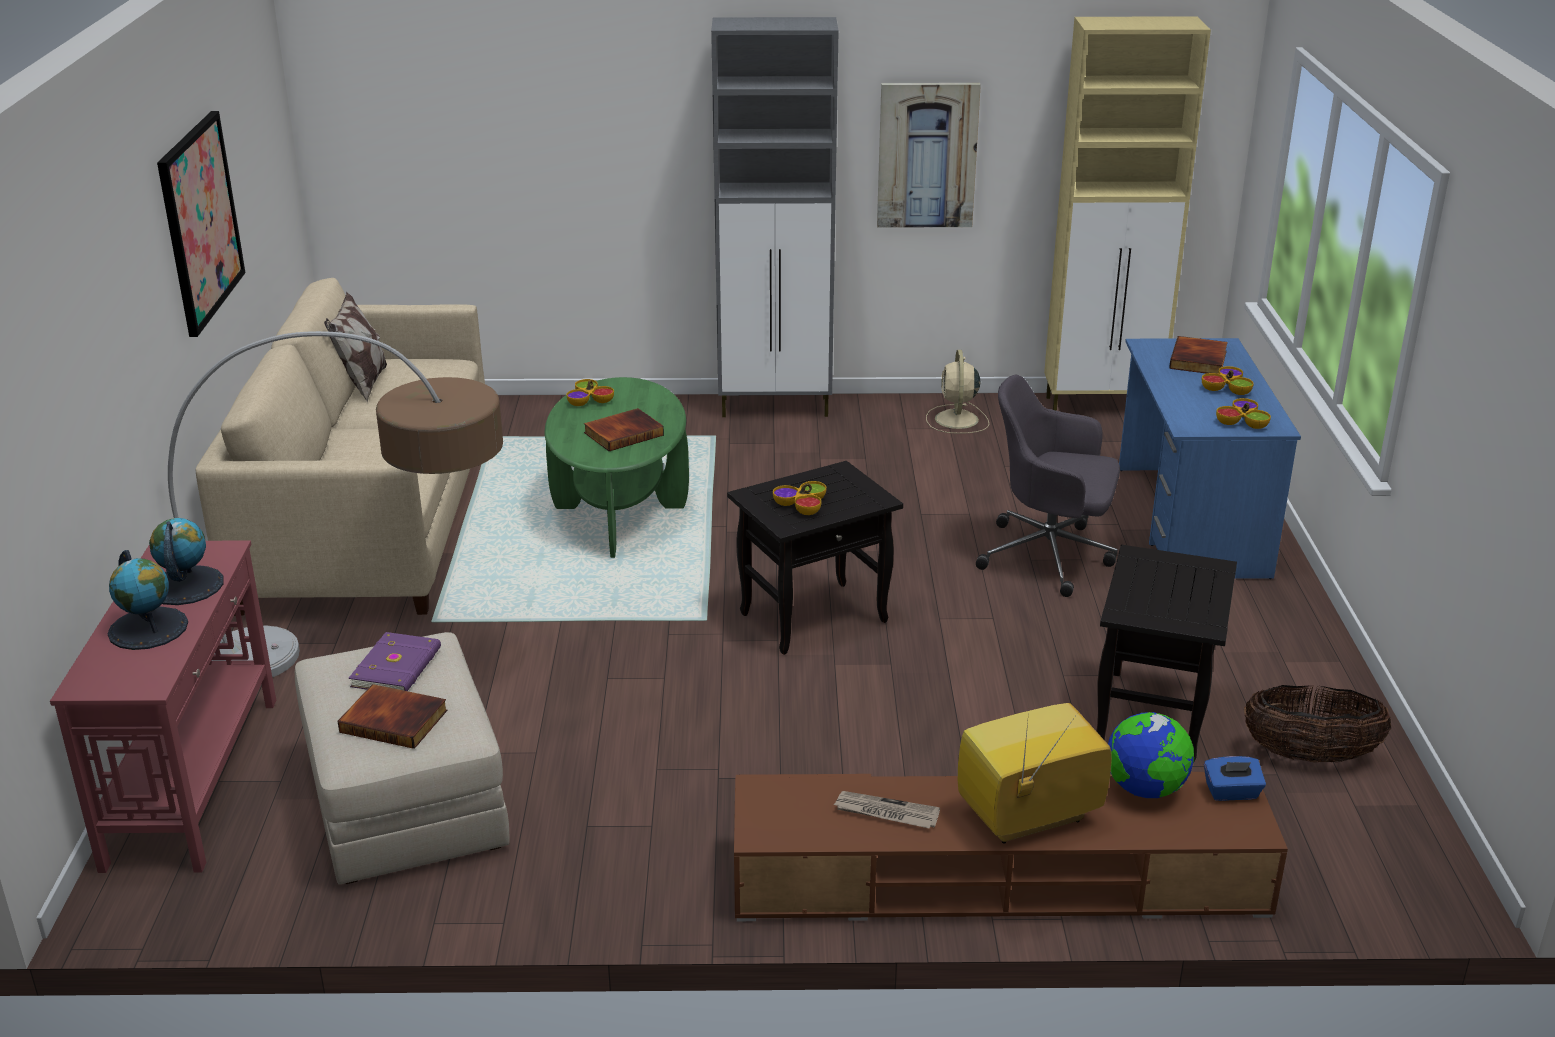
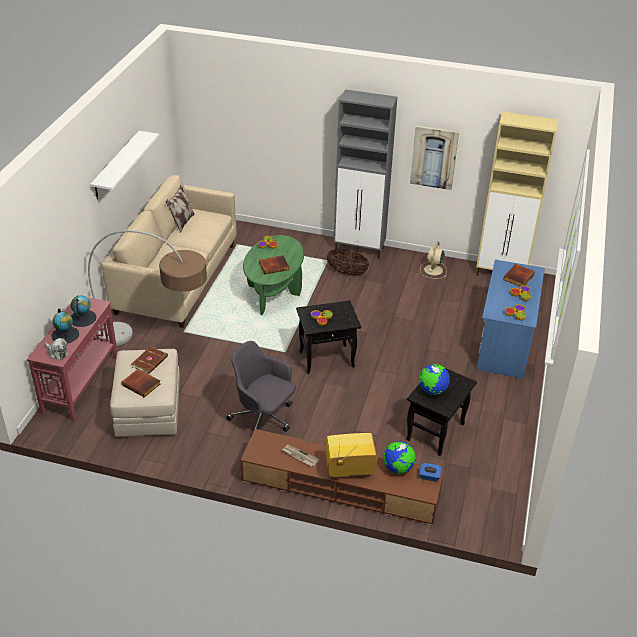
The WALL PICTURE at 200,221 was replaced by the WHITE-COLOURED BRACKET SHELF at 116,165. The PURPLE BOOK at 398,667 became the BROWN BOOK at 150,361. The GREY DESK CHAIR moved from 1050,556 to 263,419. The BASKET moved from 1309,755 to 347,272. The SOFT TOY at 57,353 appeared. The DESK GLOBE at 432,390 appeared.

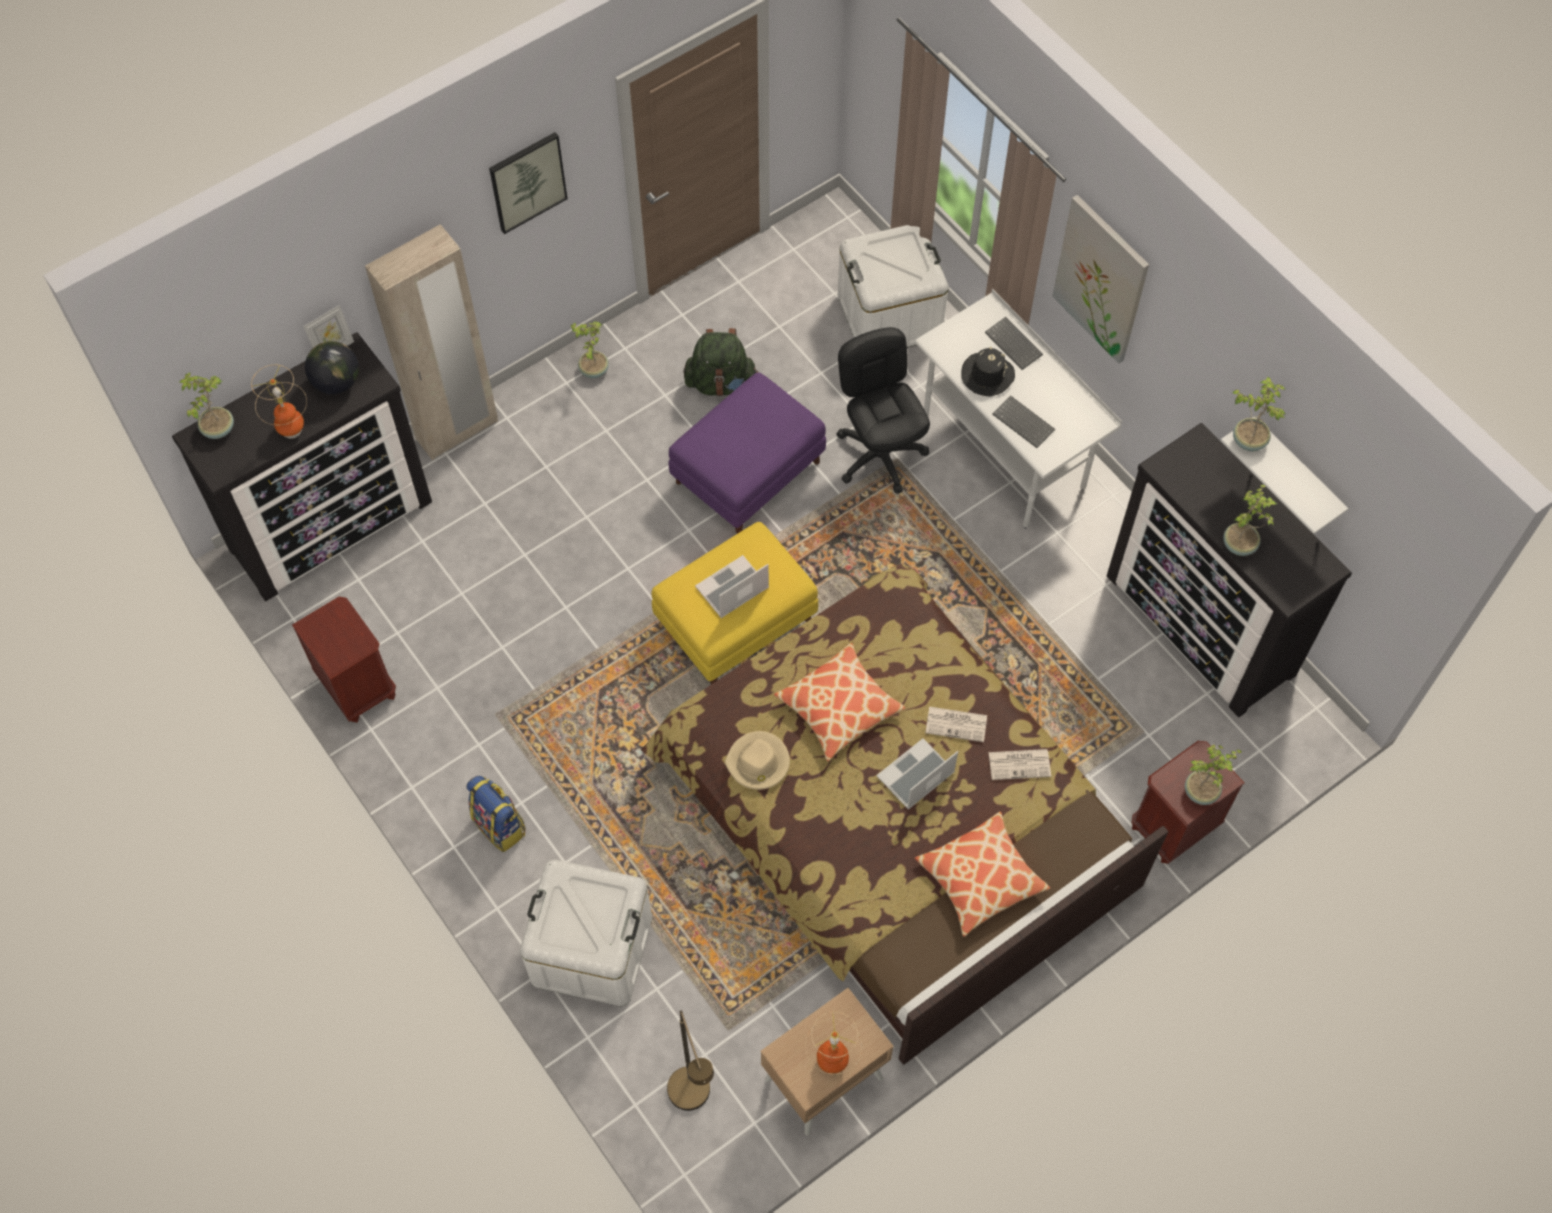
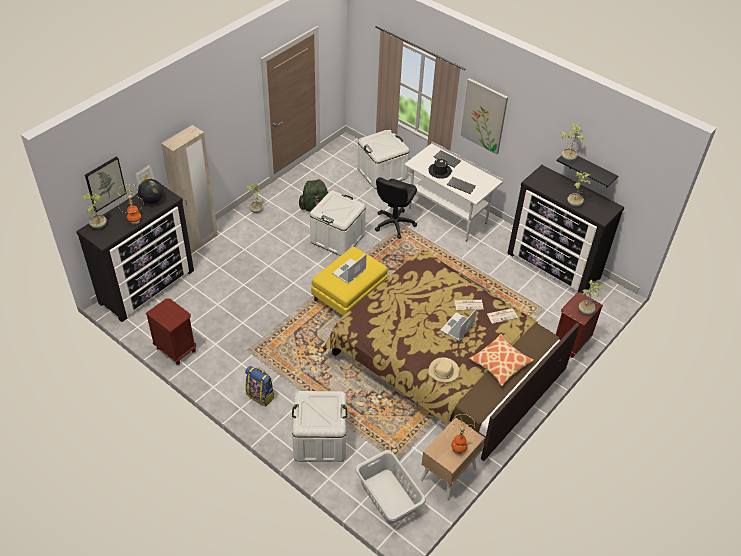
The WALL PICTURE moved from 527,181 to 105,183. The BROWN STANDING LAMP at 694,1100 was replaced by the GREY HAMPER at 389,496. The PURPLE POUFFE at 748,471 was replaced by the WHITE-COLOURED STORAGE BIN at 337,238. The BEIGE-COLOURED CLOTHING HAT moved from 758,763 to 443,371. The PILLOW at 839,707 disappeared. The BLACK-COLOURED DESK CHAIR at 880,455 turned 120 degrees counterclockwise. The WHITE-COLOURED BRACKET SHELF at 1296,473 became the BLACK-COLOURED BRACKET SHELF at 590,170.

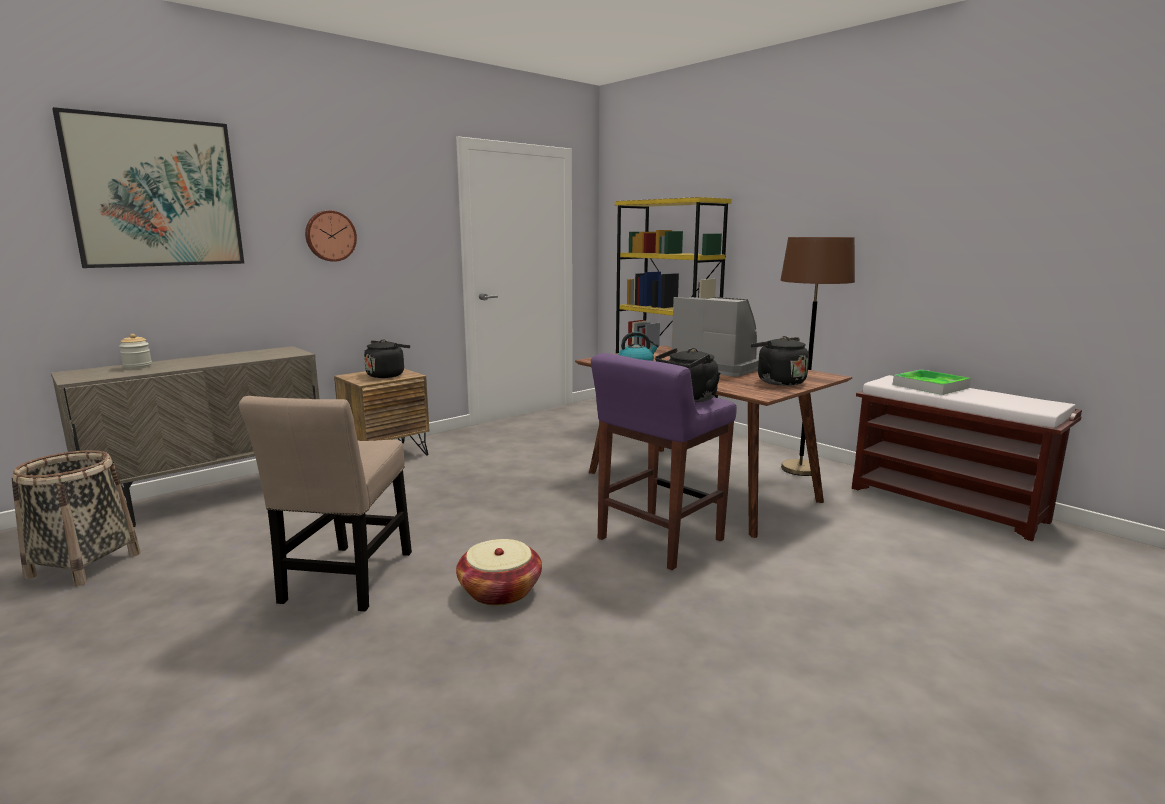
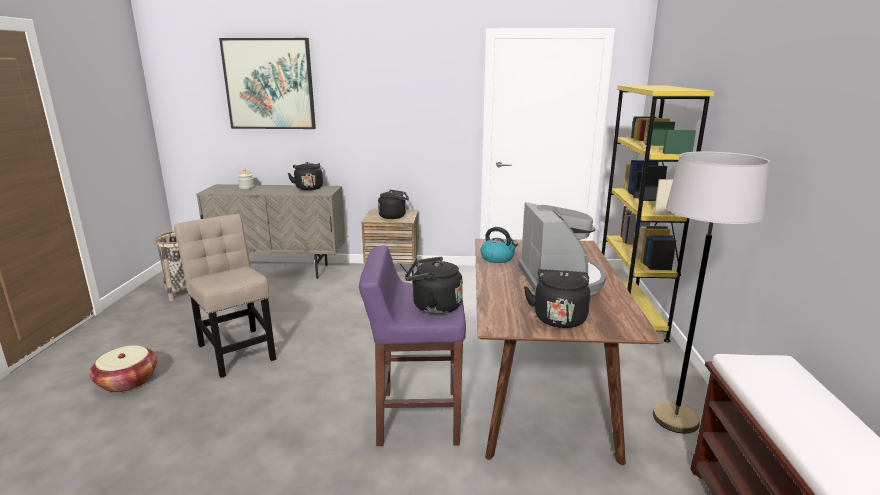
The BEIGE-COLOURED PLAIN CHAIR at 346,580 turned 90 degrees clockwise. The CLOCK ON THE WALL at 330,236 disappeared. The BASKET moved from 500,591 to 128,381. The BROWN STANDING LAMP at 800,469 became the GREY STANDING LAMP at 675,419. The CARRYING TRAY at 930,386 disappeared. The BLACK-COLOURED TEA KETTLE at 308,188 appeared.

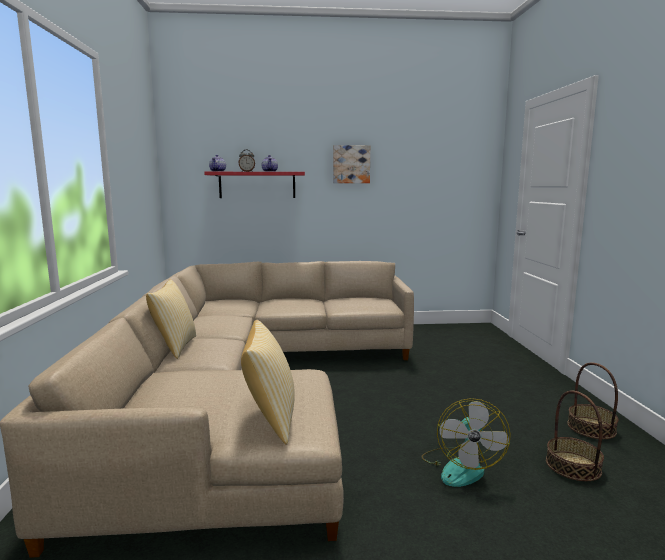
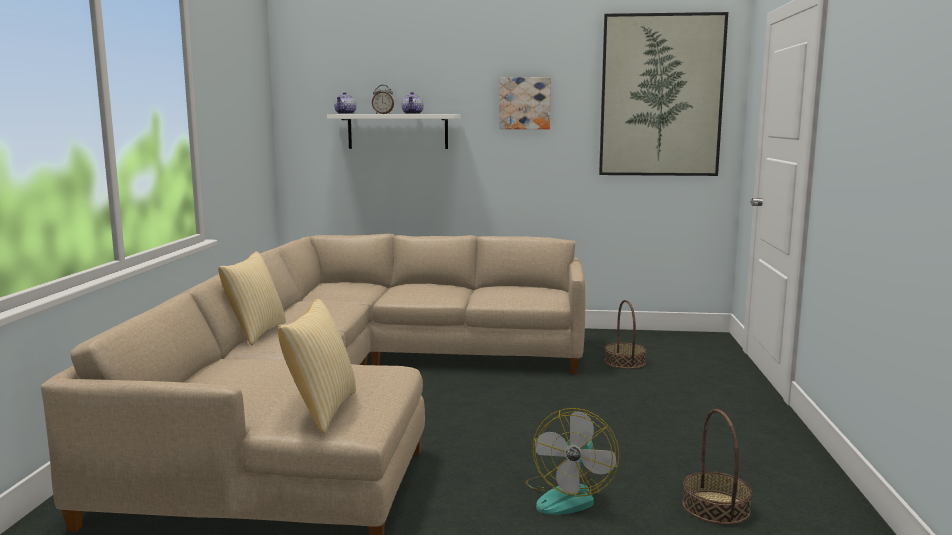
The RED BRACKET SHELF at 257,185 became the WHITE-COLOURED BRACKET SHELF at 397,131. The BASKET moved from 591,428 to 625,362. The WALL PICTURE at 661,96 appeared.

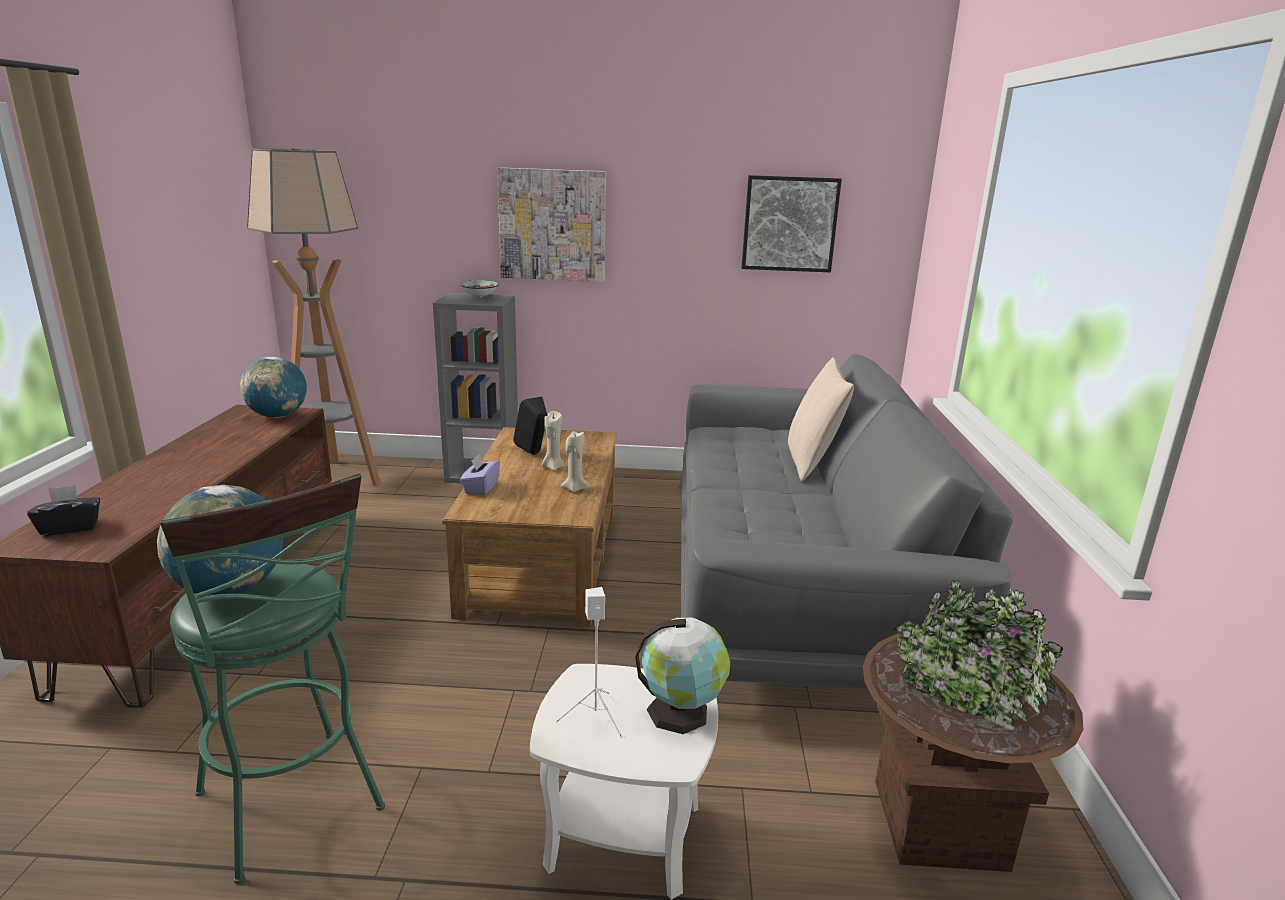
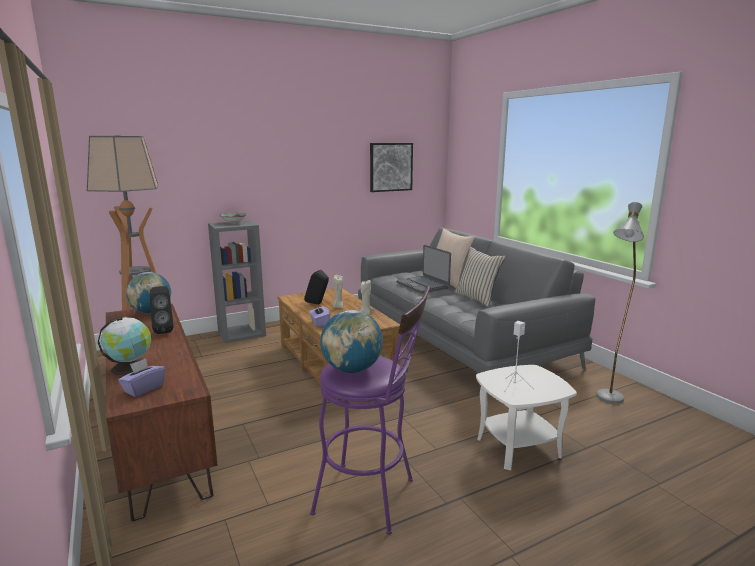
The BLACK-COLOURED TISSUE HOLDER at 70,527 became the PURPLE TISSUE HOLDER at 143,389. The GREEN-COLOURED STOOL SEAT at 296,810 became the PURPLE STOOL SEAT at 373,498. The WALL PICTURE at 552,225 disappeared. The DESK GLOBE moved from 681,712 to 130,368. The BROWN PLANTER at 939,824 was replaced by the GREY STANDING LAMP at 608,401. The BLACK-COLOURED AUDIO SPEAKER at 164,330 appeared. The PORTABLE COMPUTER at 423,285 appeared. The BEIGE-COLOURED PILLOW at 477,298 appeared.

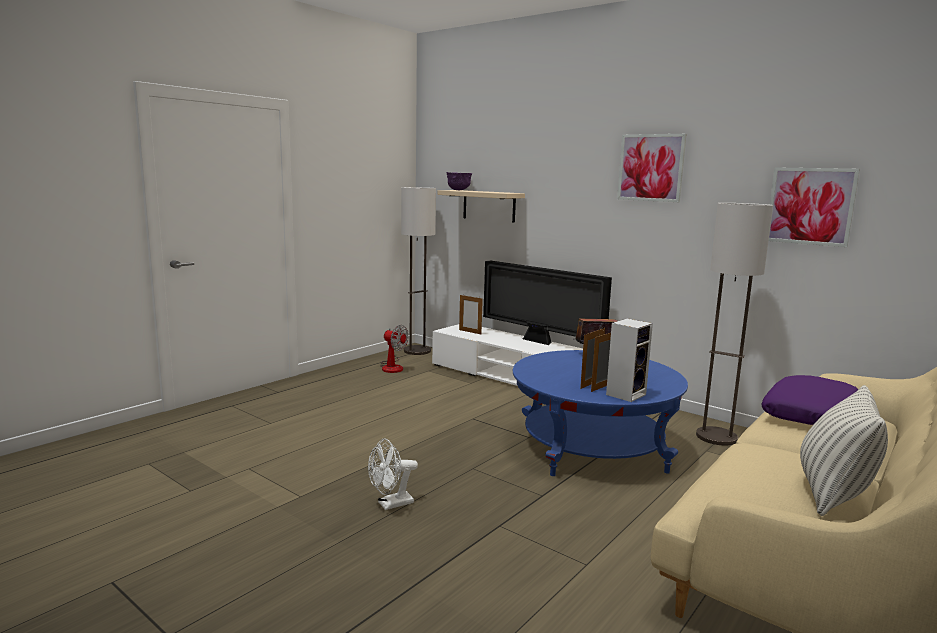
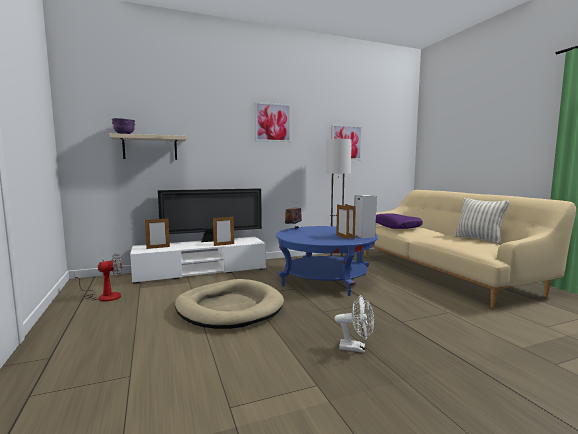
The WHITE-COLOURED ELECTRIC FAN at 391,504 turned 75 degrees counterclockwise. The STANDING LAMP at 417,351 disappeared. The BEIGE-COLOURED DOG CUSHION at 229,308 appeared. The PICTURE FRAME at 224,245 appeared.

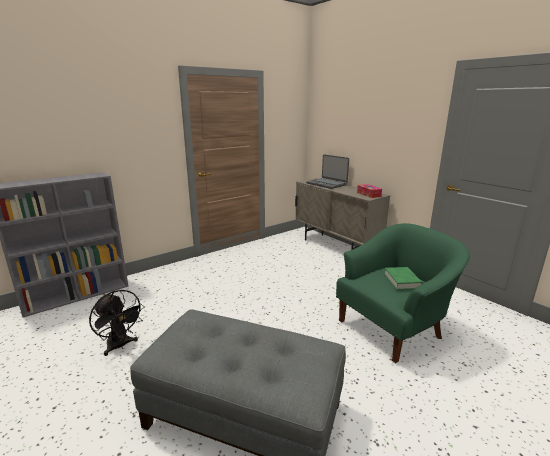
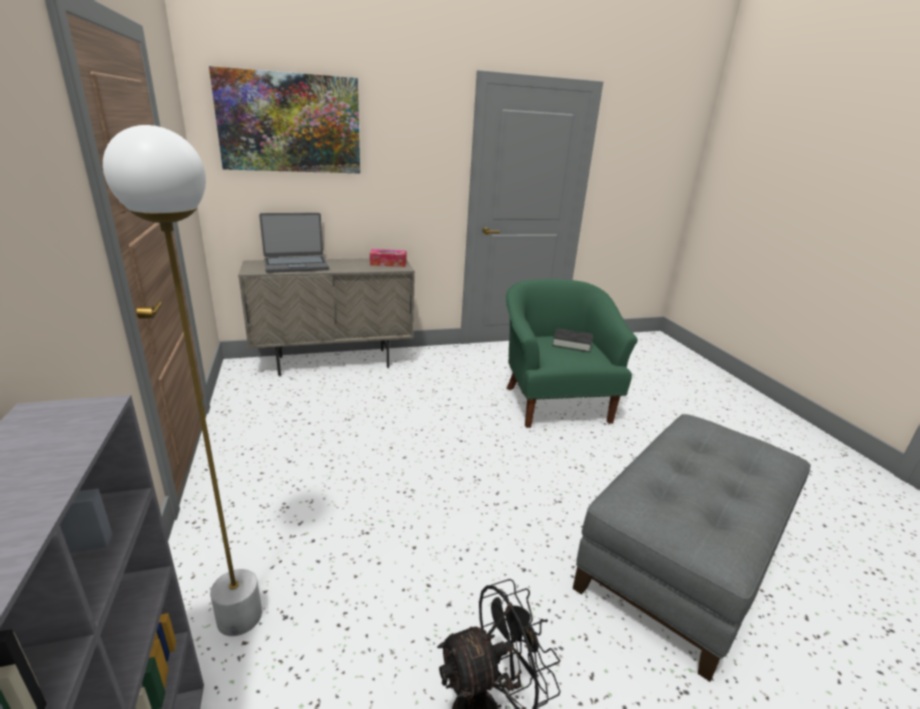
The GREEN-COLOURED BOOK at 402,281 became the BLACK-COLOURED BOOK at 572,343. The WHITE-COLOURED STANDING LAMP at 239,617 appeared. The WALL PICTURE at 290,123 appeared.

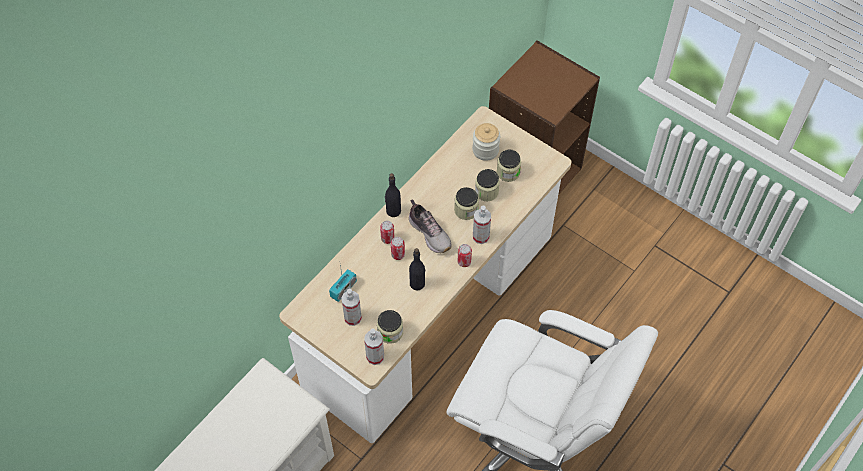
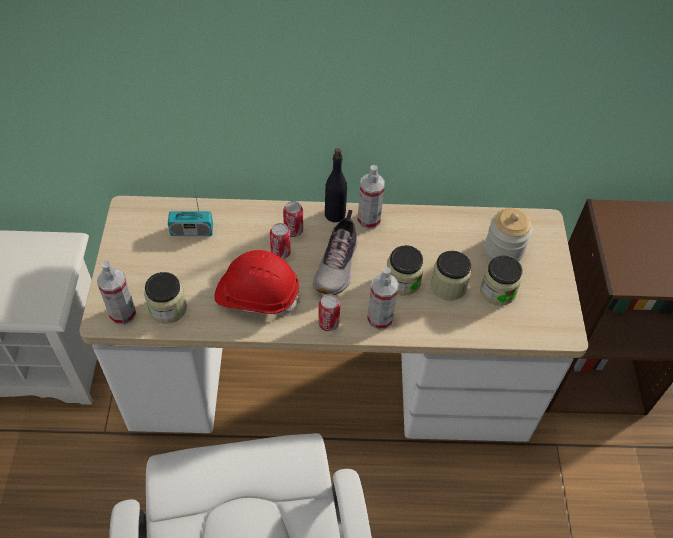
The SPRAY BOTTLE moved from 353,318 to 368,220. The BLACK-COLOURED DRINK BOTTLE at 417,283 was replaced by the RED HARD HAT at 257,295.

